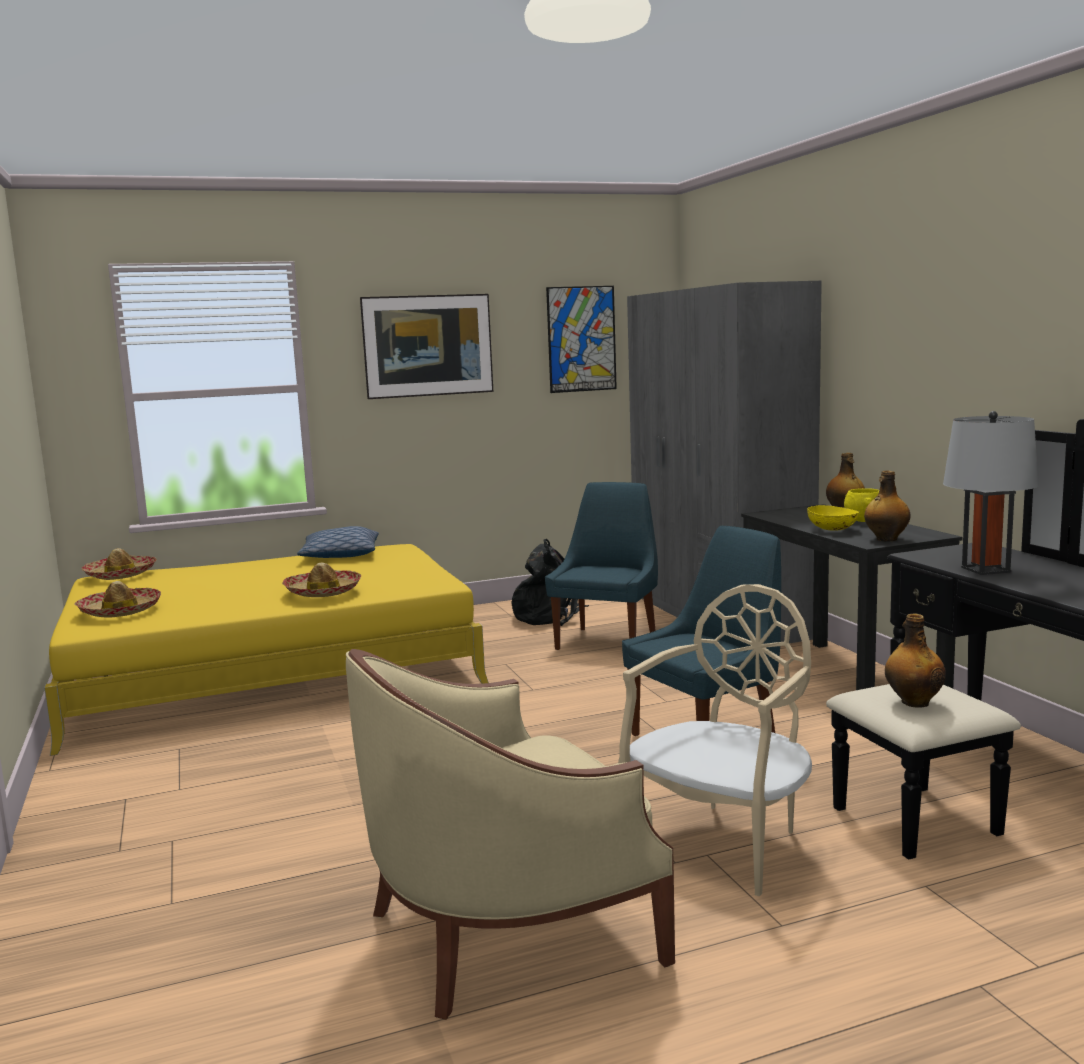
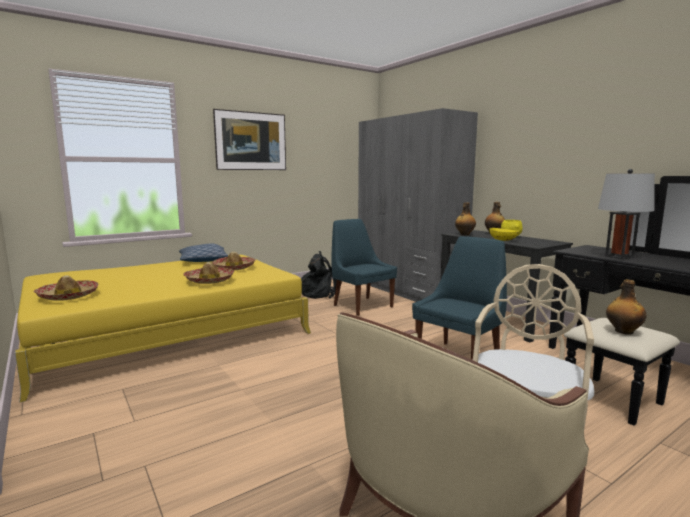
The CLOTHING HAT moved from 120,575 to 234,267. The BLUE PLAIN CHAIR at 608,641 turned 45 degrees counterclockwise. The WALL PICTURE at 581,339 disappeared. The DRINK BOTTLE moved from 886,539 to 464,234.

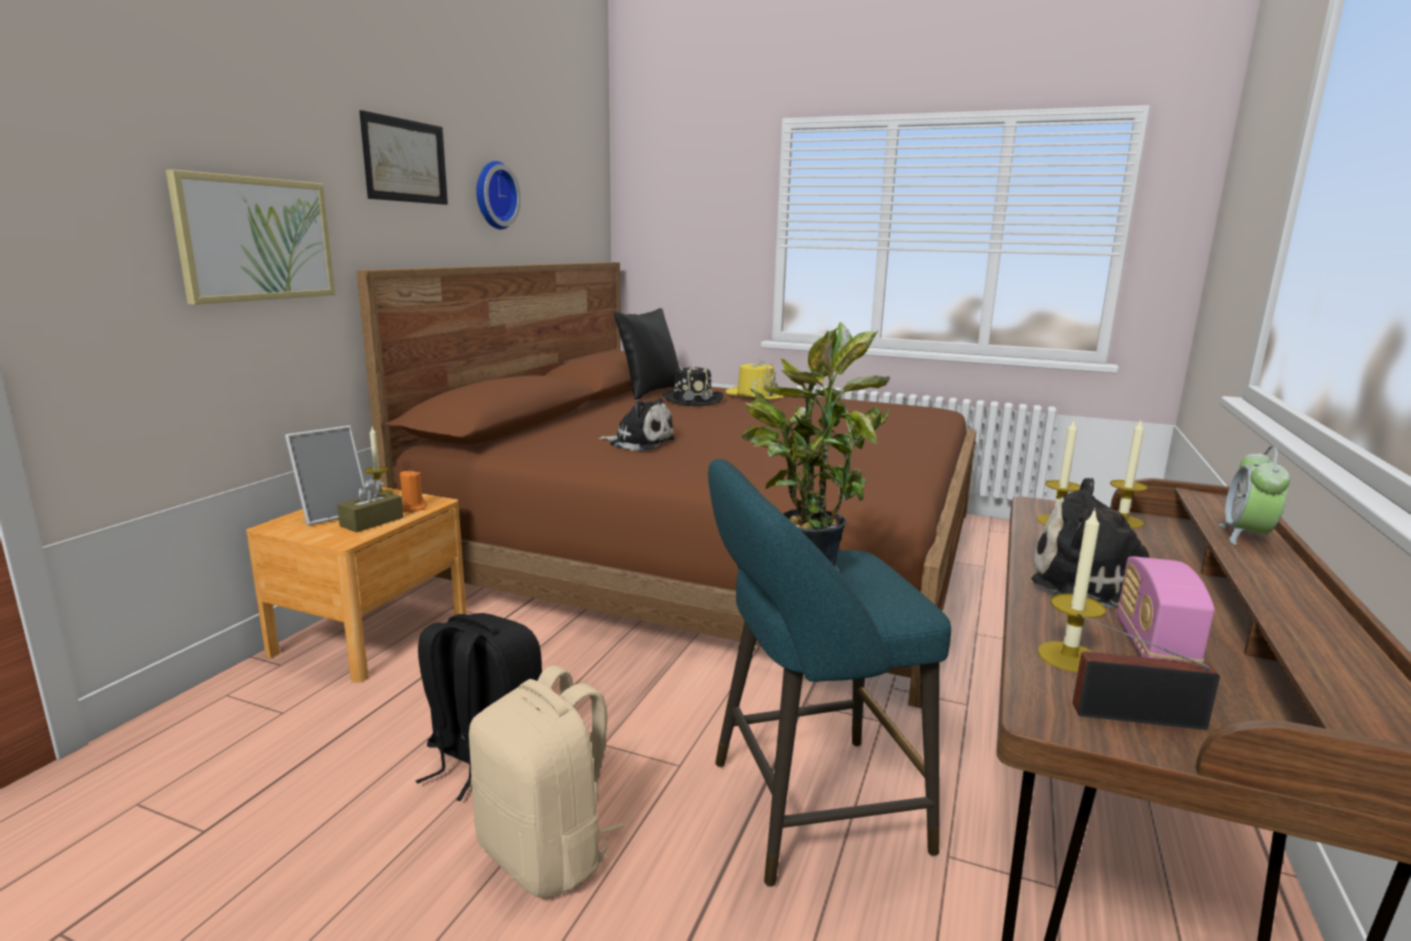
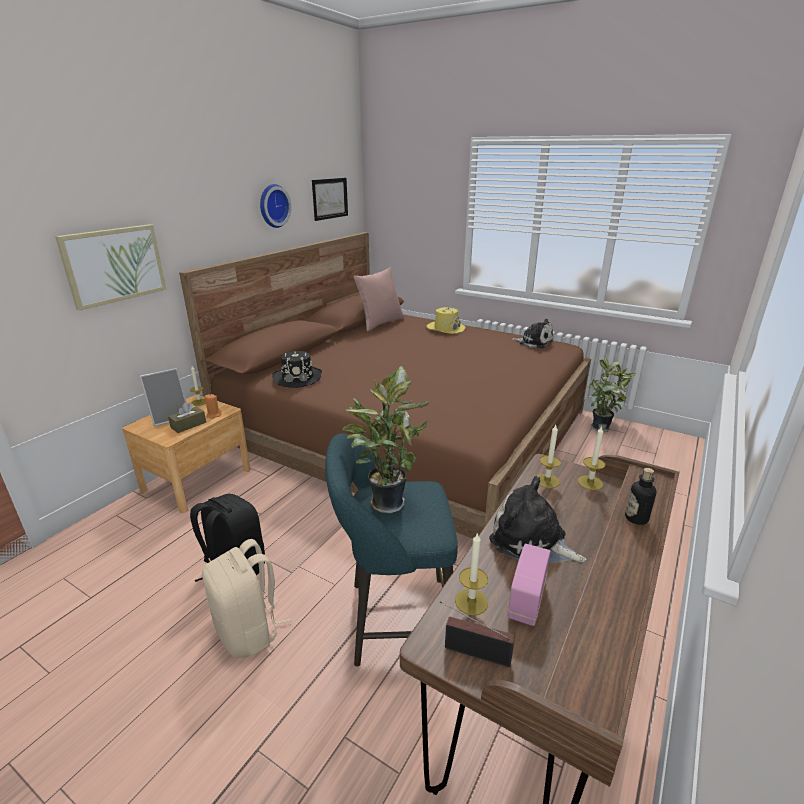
The WALL PICTURE moved from 405,161 to 330,198. The SOFT TOY moved from 639,442 to 534,342. The BLACK-COLOURED PILLOW at 650,391 became the PINKISH PILLOW at 380,323. The BLACK-COLOURED CLOTHING HAT moved from 692,400 to 298,378. The TABLE CLOCK at 1246,536 was replaced by the DRINK BOTTLE at 636,518. The HOUSEPLANT at 602,428 appeared.

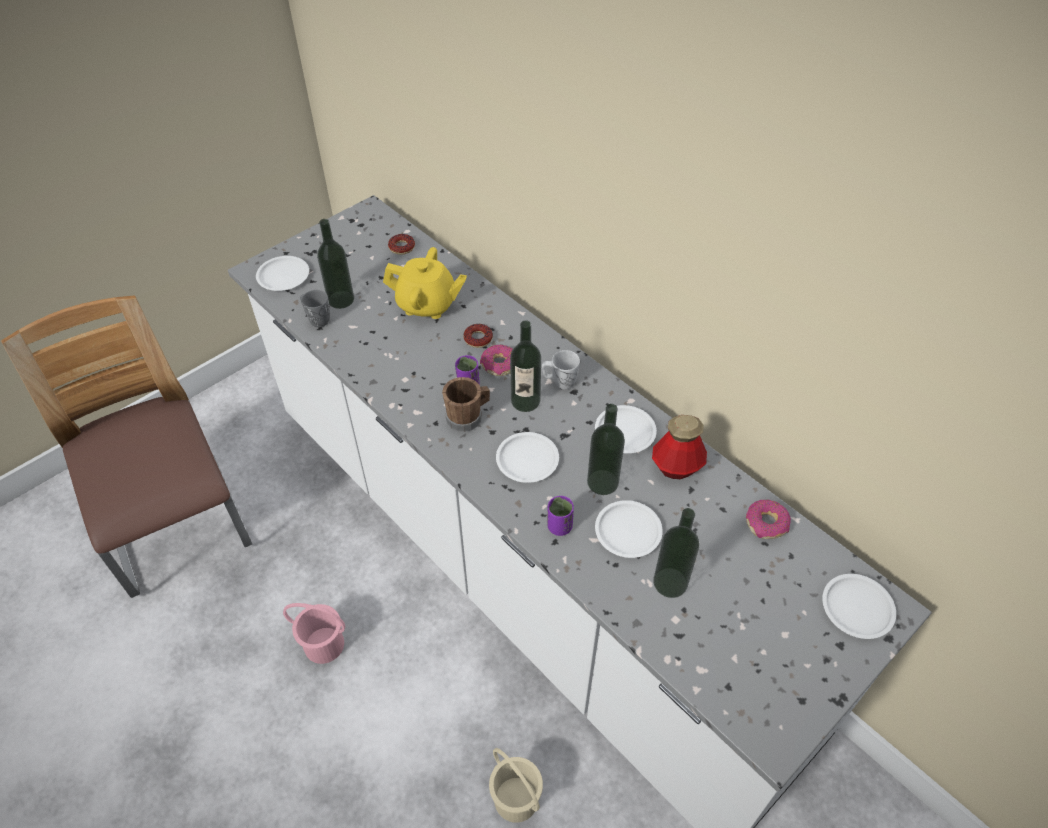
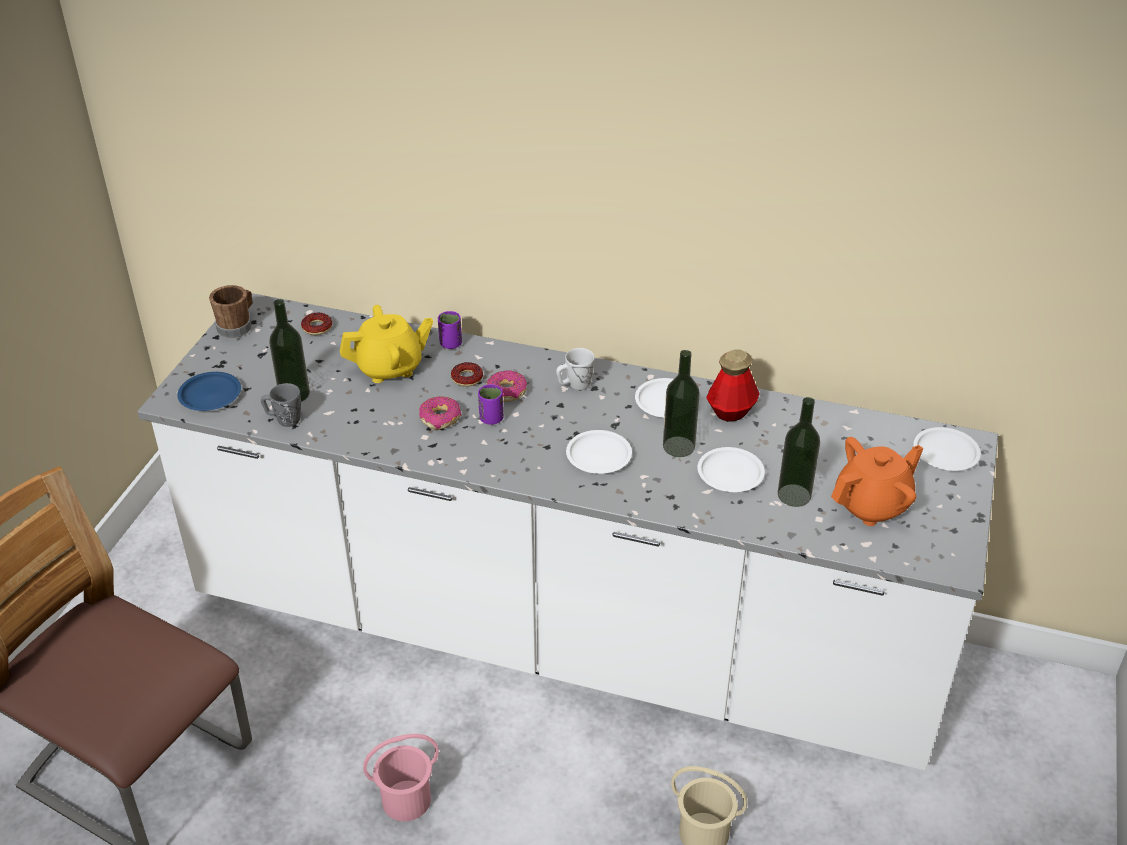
The WHITE-COLOURED FLAT DISH at 283,277 became the BLUE FLAT DISH at 209,396. The BROWN COFFEE MUG moved from 468,416 to 237,326. The DRINK BOTTLE at 525,401 disappeared. The PURPLE SMALL CUP moved from 559,526 to 450,344. The DONUT moved from 766,524 to 440,418. The ORANGE TEA POT at 872,505 appeared.

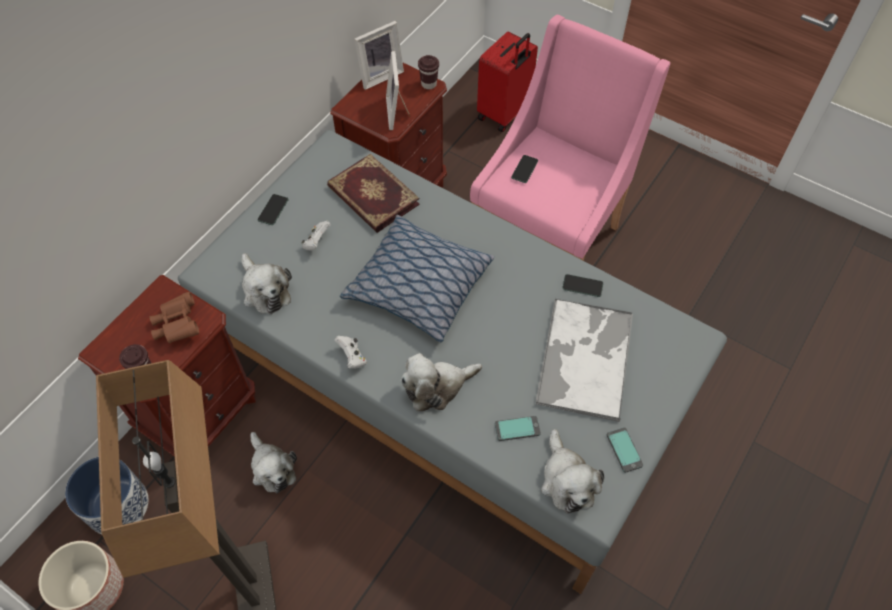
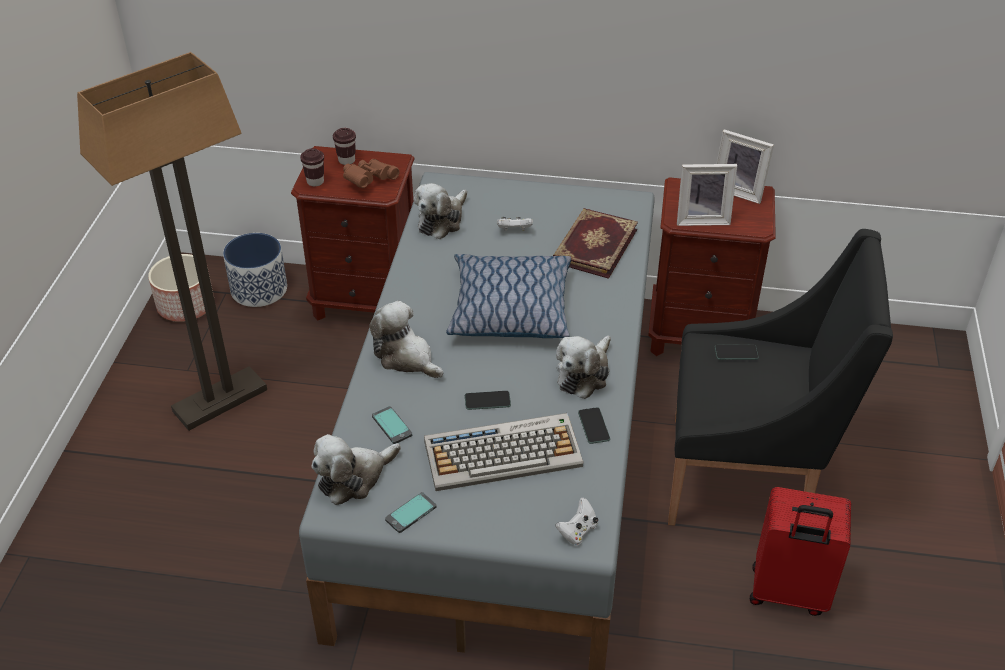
The SOFT TOY moved from 272,468 to 584,374. The HANDSET moved from 273,210 to 487,401. The WHITE-COLOURED GAME CONTROLLER moved from 352,357 to 577,531. The PICTURE FRAME at 398,112 turned 150 degrees counterclockwise. The BROWN SMALL CUP moved from 429,84 to 346,160. The PINKISH EASY CHAIR at 550,236 became the BLACK-COLOURED EASY CHAIR at 748,477. The RED PIECE OF LUGGAGE moved from 504,114 to 788,593. The CARRYING TRAY at 585,357 was replaced by the KEYBOARD at 504,453.

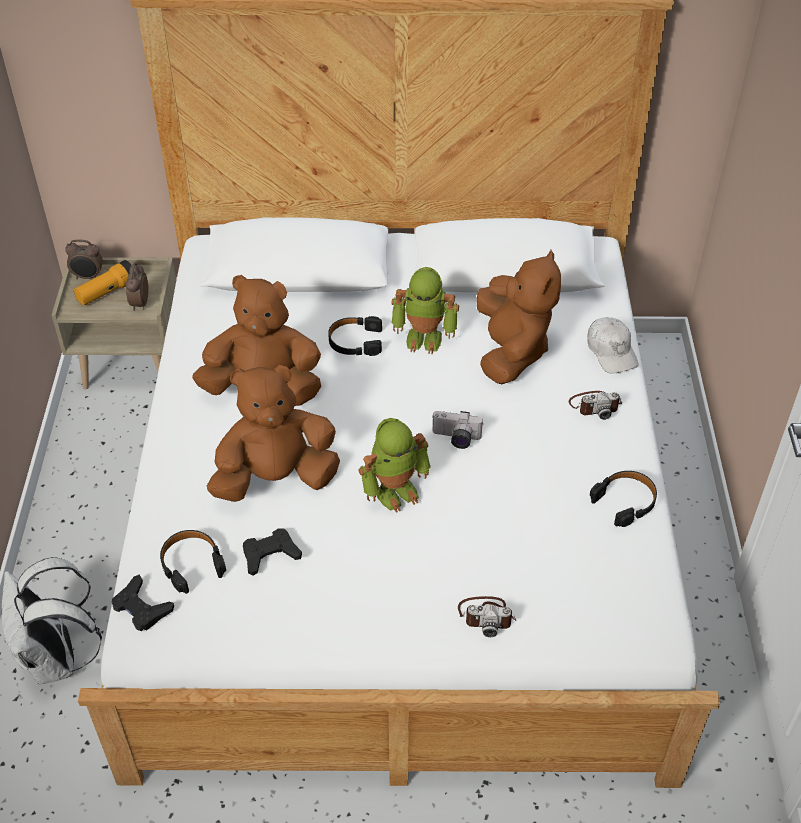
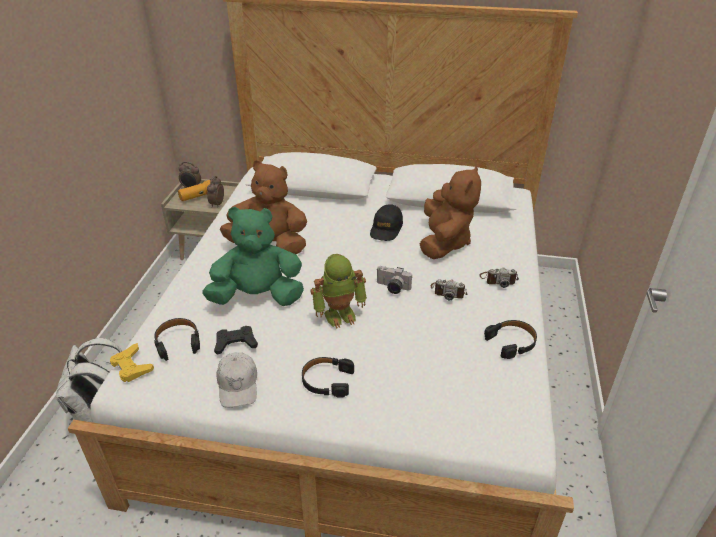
The BLACK-COLOURED GAME CONTROLLER at 141,608 became the YELLOW-COLOURED GAME CONTROLLER at 131,366. The BROWN SOFT TOY at 276,478 became the GREEN-COLOURED SOFT TOY at 258,297. The BLACK-COLOURED PAIR OF HEADPHONES moved from 355,342 to 327,381. The MODEL ROBOT at 425,337 was replaced by the BLACK-COLOURED BASEBALL CAP at 386,229. The STILL CAMERA moved from 486,615 to 448,291. The WHITE-COLOURED BASEBALL CAP moved from 611,351 to 238,385.

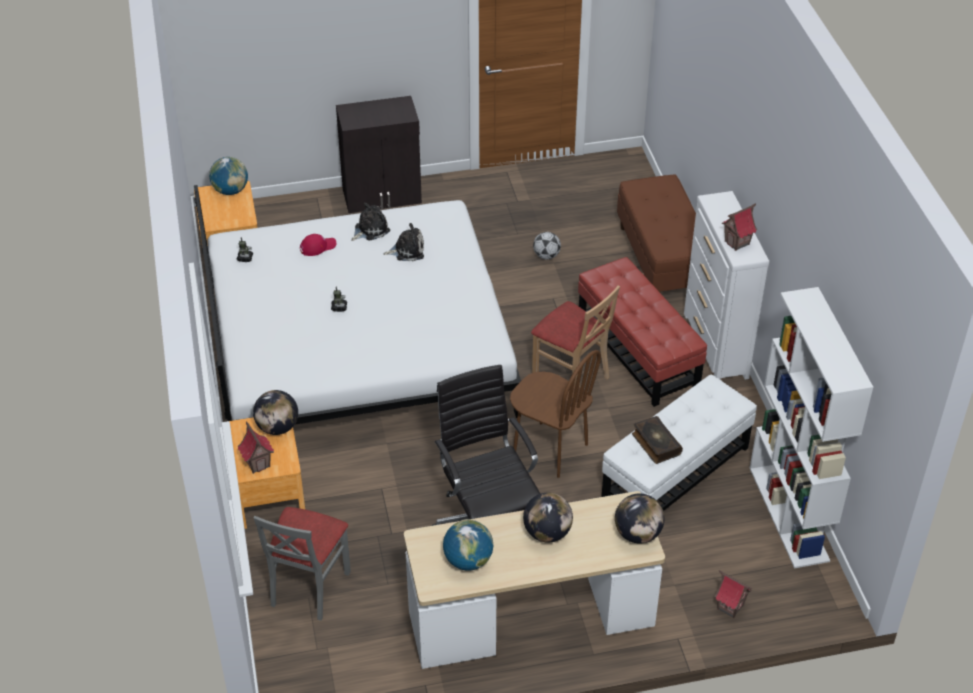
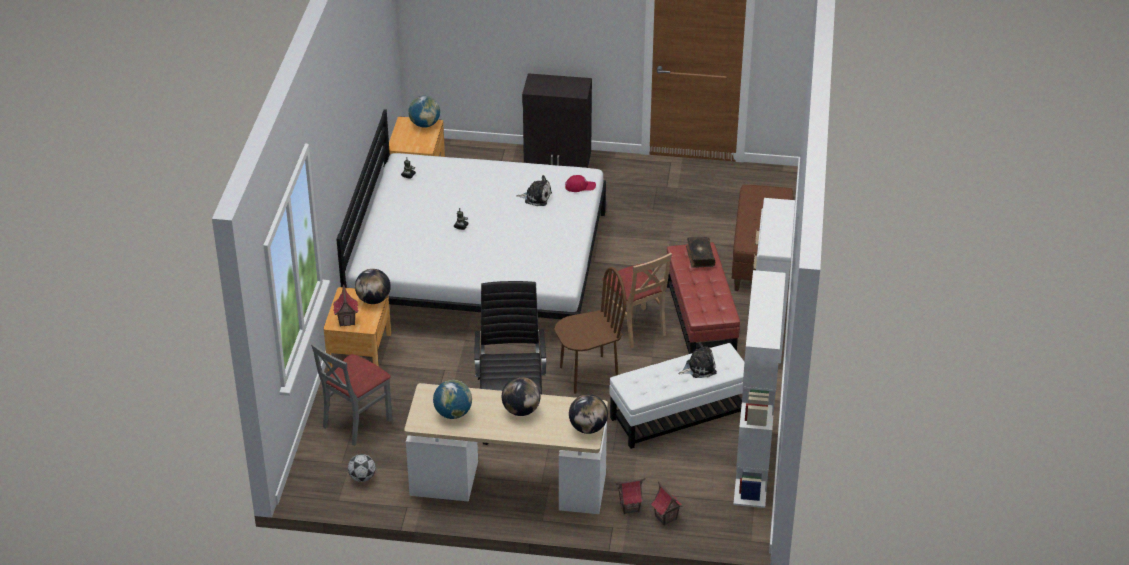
The RED BASEBALL CAP moved from 317,247 to 580,186. The SOFT TOY moved from 370,230 to 699,368. The BROWN PLAIN CHAIR at 550,449 turned 75 degrees counterclockwise. The FOOTBALL BALL moved from 546,256 to 362,477. The BOOK moved from 655,444 to 699,256. The TOY HOUSE moved from 737,243 to 629,507.

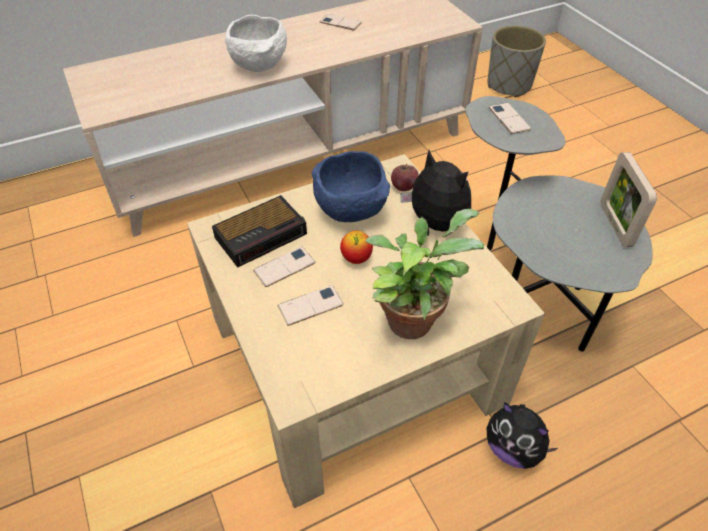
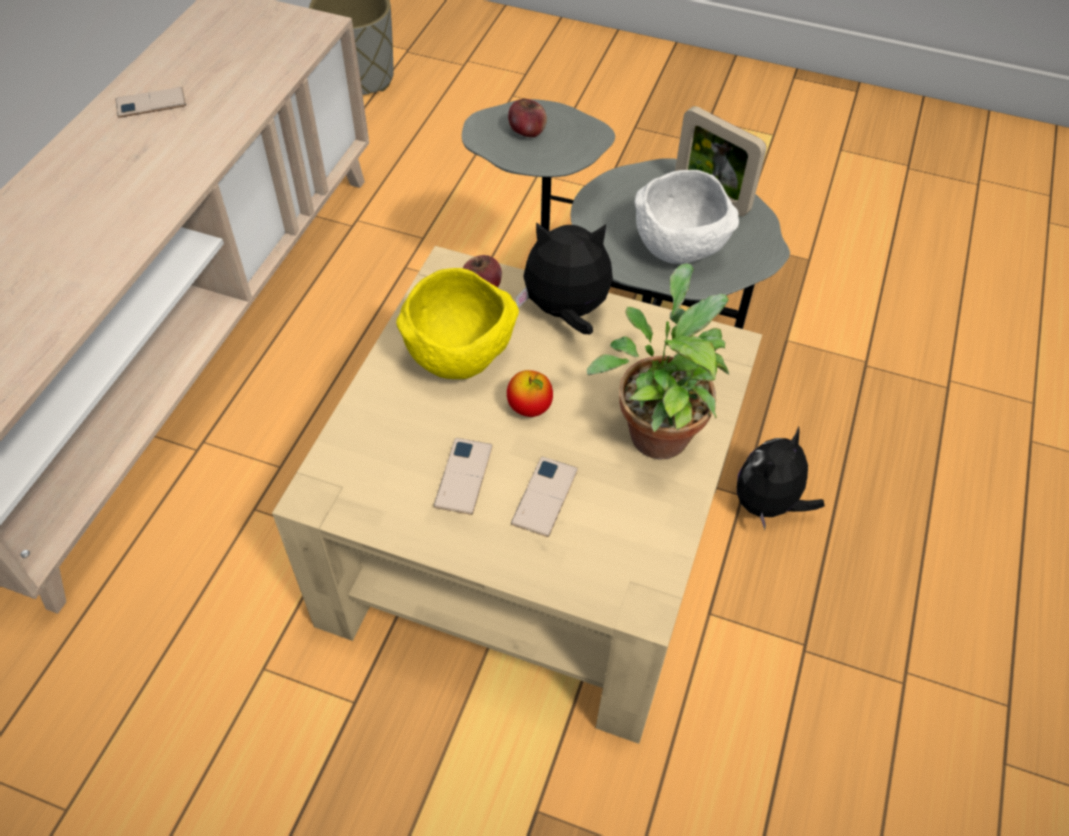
The TABLE CLOCK at 262,235 disappeared. The WHITE-COLOURED SERVING BOWL moved from 260,67 to 680,248. The BLUE SERVING BOWL at 353,211 became the YELLOW-COLOURED SERVING BOWL at 460,355. The SOFT TOY at 513,449 turned 135 degrees clockwise. The HANDSET at 509,118 was replaced by the WHOLE APPLE at 527,131.

